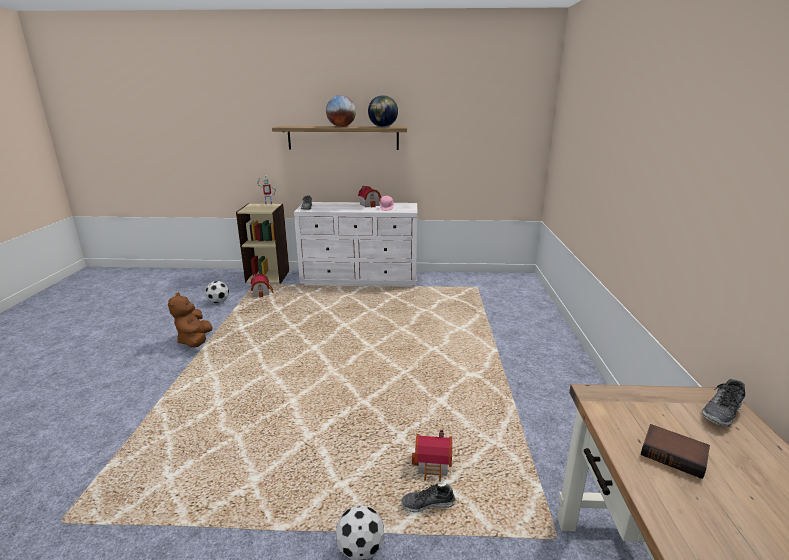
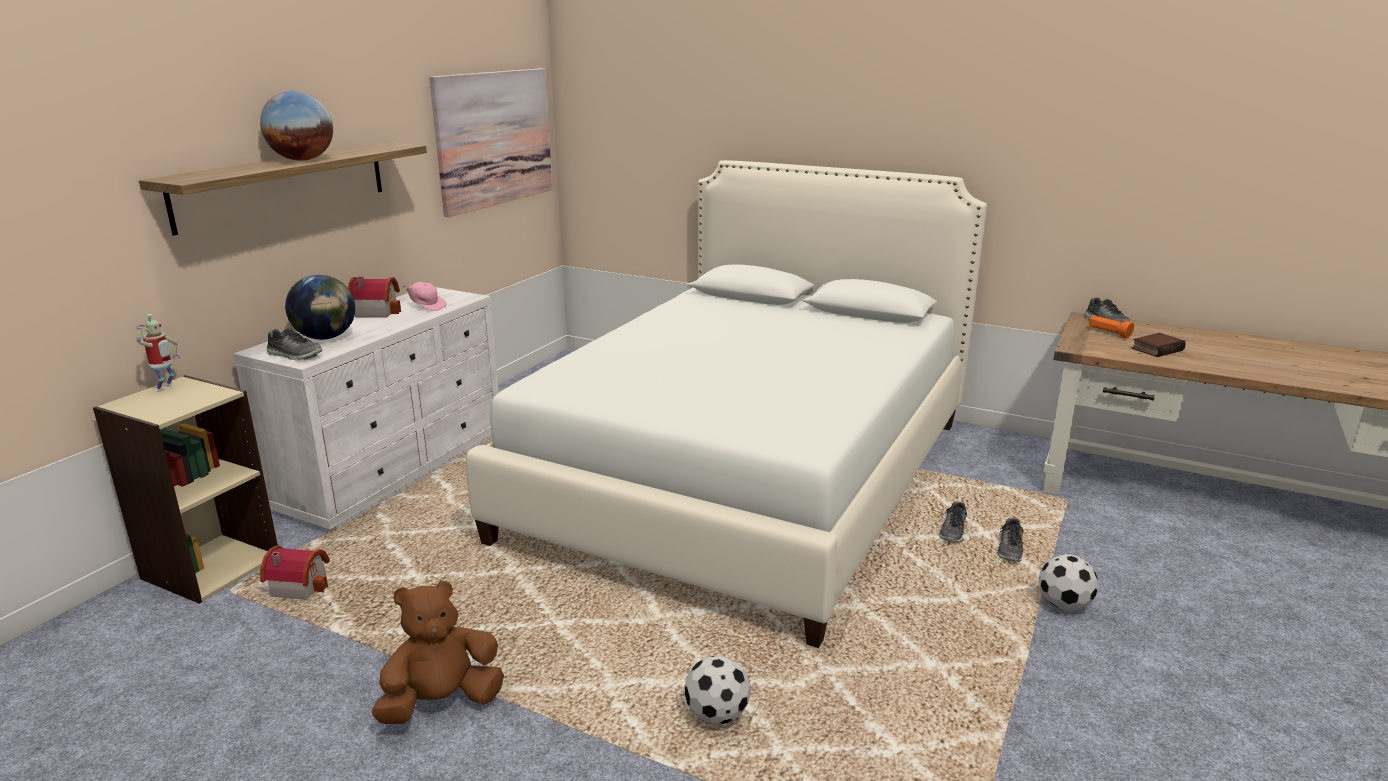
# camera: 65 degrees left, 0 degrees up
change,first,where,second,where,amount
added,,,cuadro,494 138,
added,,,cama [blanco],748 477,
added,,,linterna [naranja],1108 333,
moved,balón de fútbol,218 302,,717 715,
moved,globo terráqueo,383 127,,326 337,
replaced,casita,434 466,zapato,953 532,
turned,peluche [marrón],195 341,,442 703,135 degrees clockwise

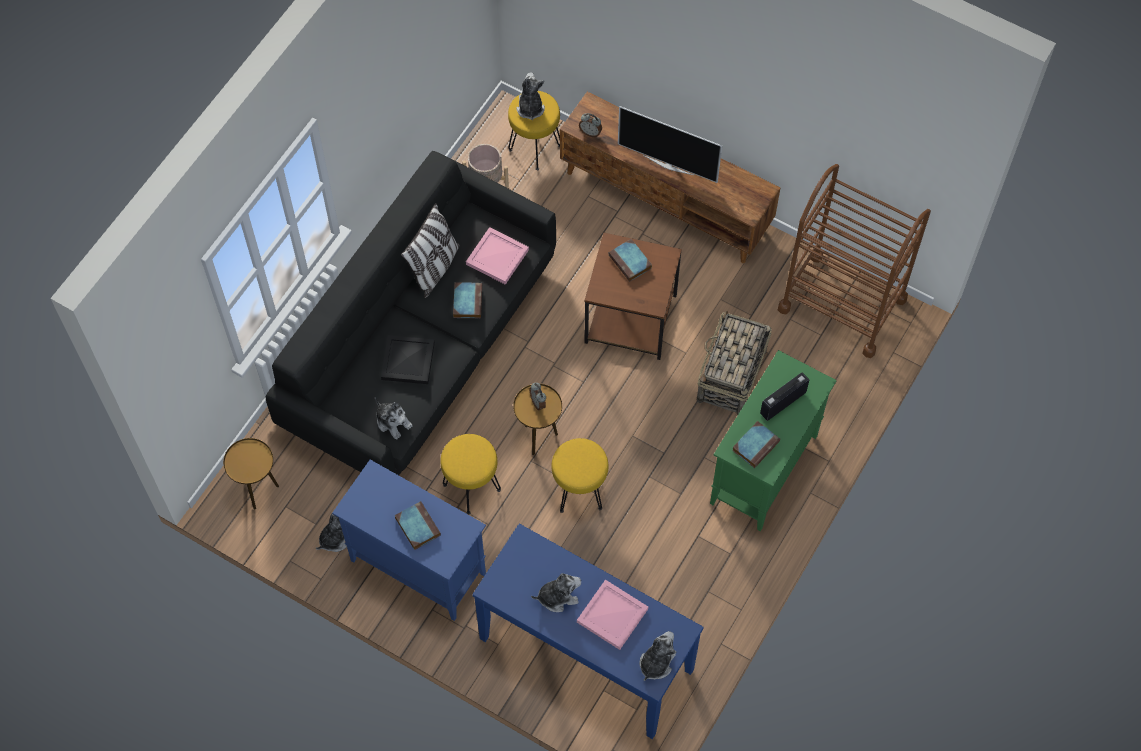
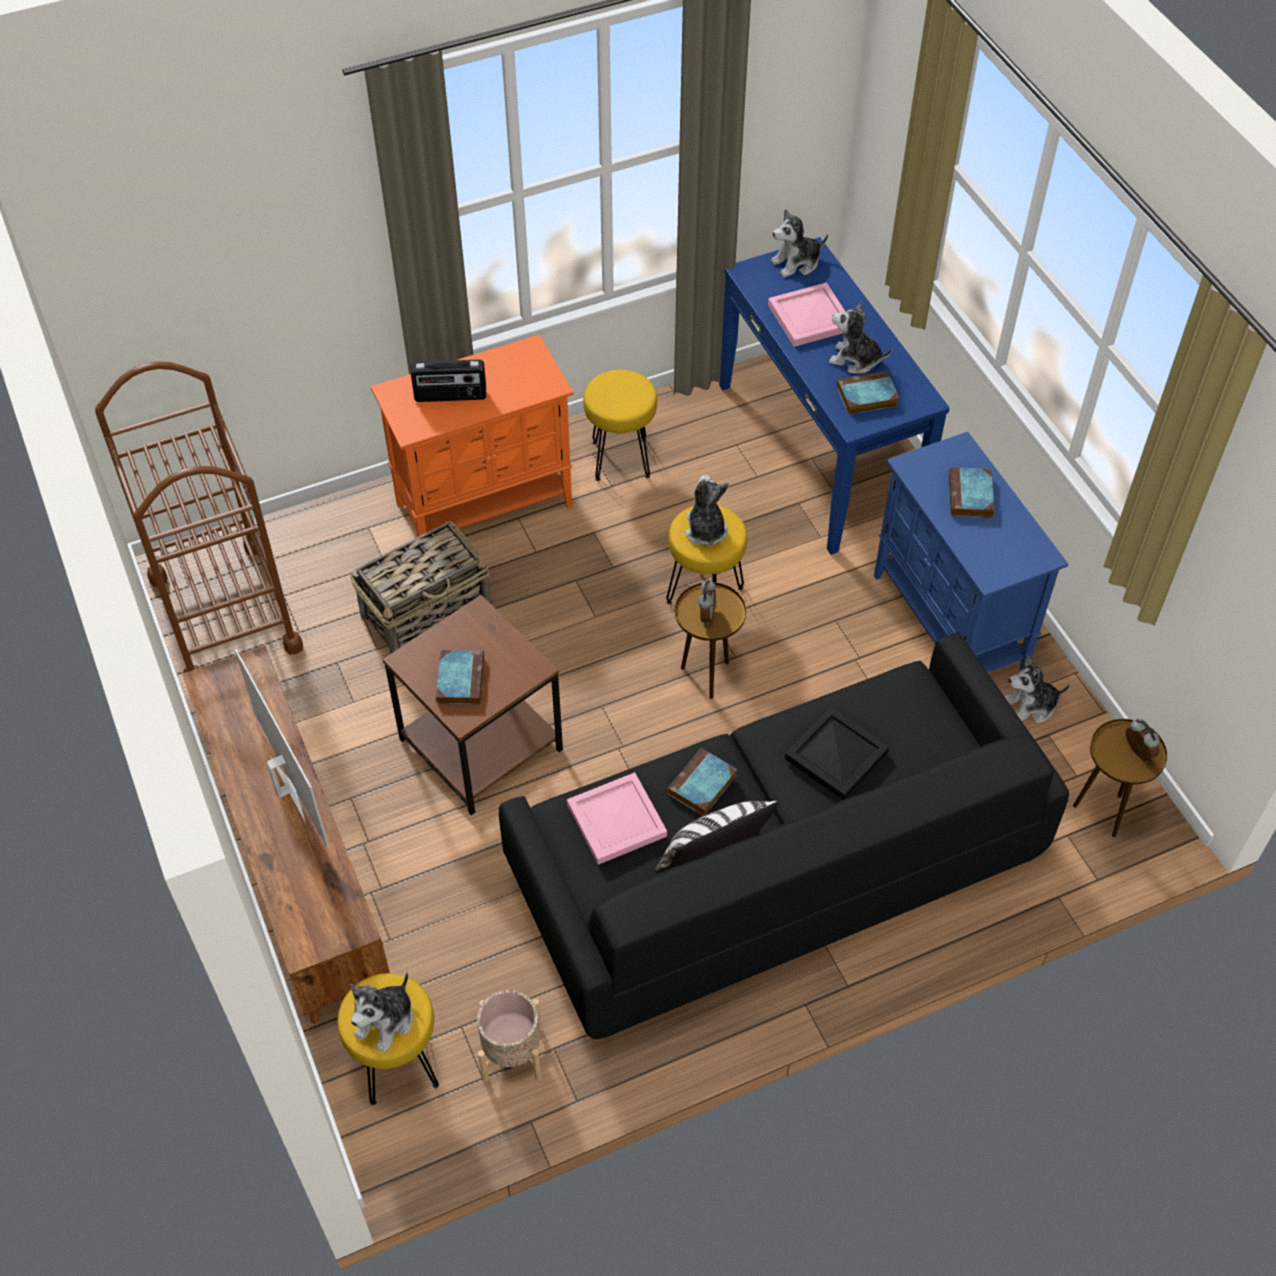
# camera: 145 degrees left, 10 degrees down
change,first,where,second,where,amount
moved,peluche,393 421,,705 530,
moved,taburete [amarillo],471 488,,621 459,
moved,despertador,590 132,,1136 753,
moved,libro,756 445,,866 397,
recoloured,armario [verde],763 471,armario [naranja],485 504,

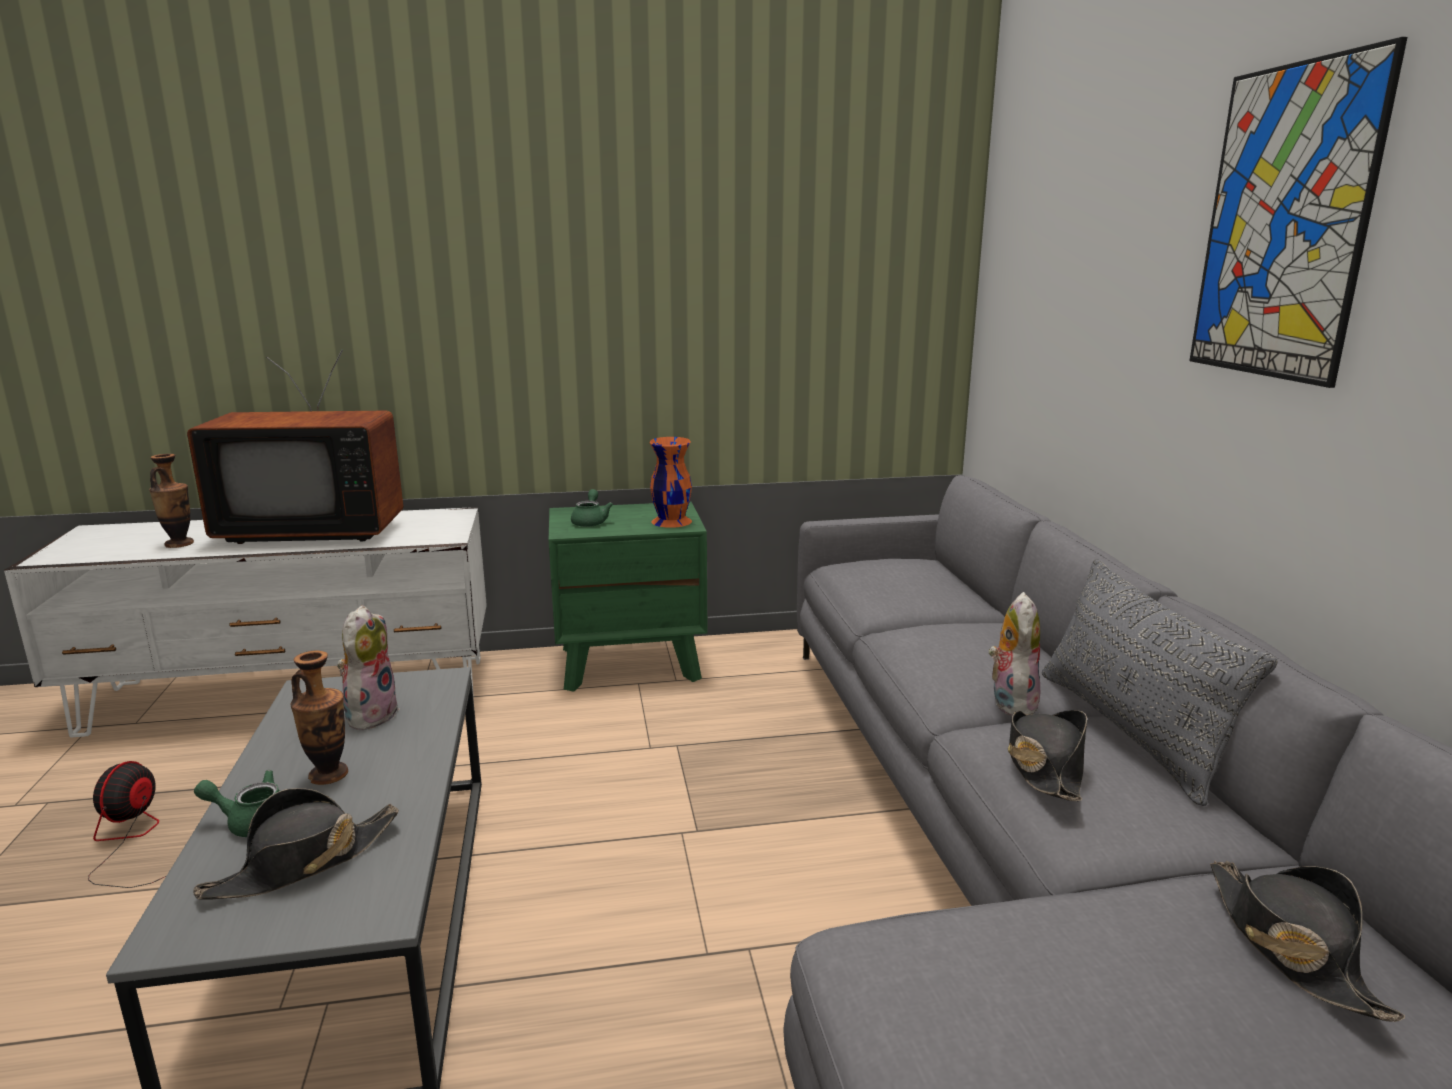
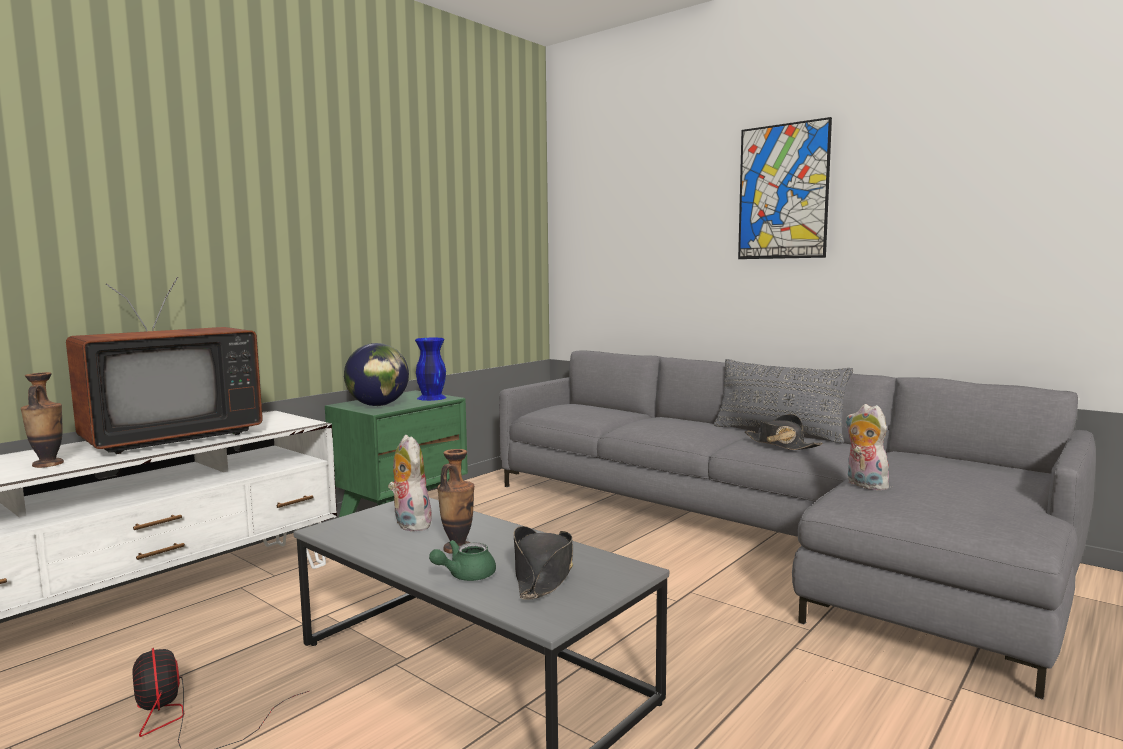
# camera: 40 degrees left, 10 degrees down
change,first,where,second,where,amount
removed,sombrero [negro],1290 946,,,
moved,peluche,1010 702,,863 485,
replaced,tetera [verde],590 521,globo terráqueo,378 405,
recoloured,florero [naranja],671 521,florero [azul],431 398,

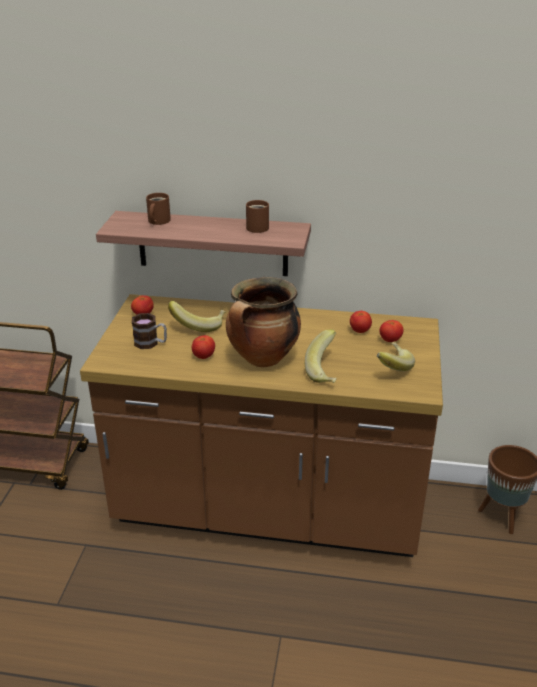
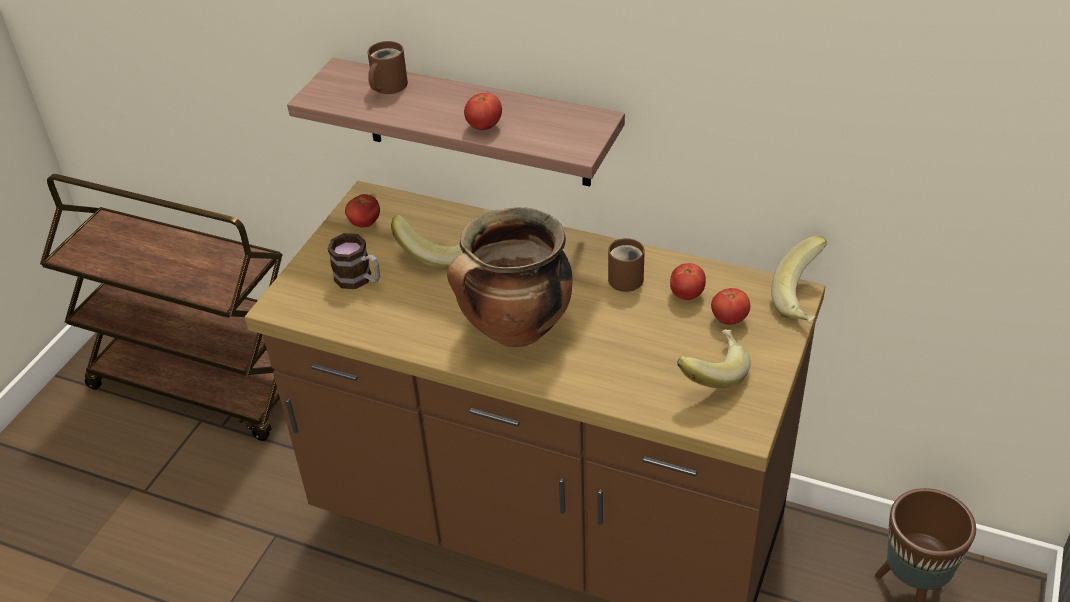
# camera: 15 degrees right, 10 degrees up
change,first,where,second,where,amount
moved,tomate,203 356,,484 126,
moved,taza grande [marrón],257 227,,625 277,
moved,plátano,326 371,,804 300,

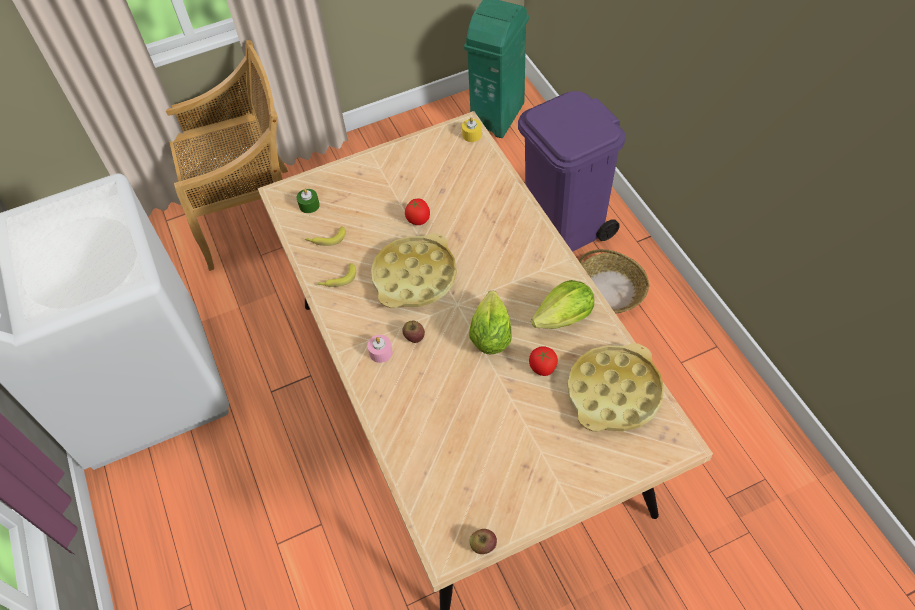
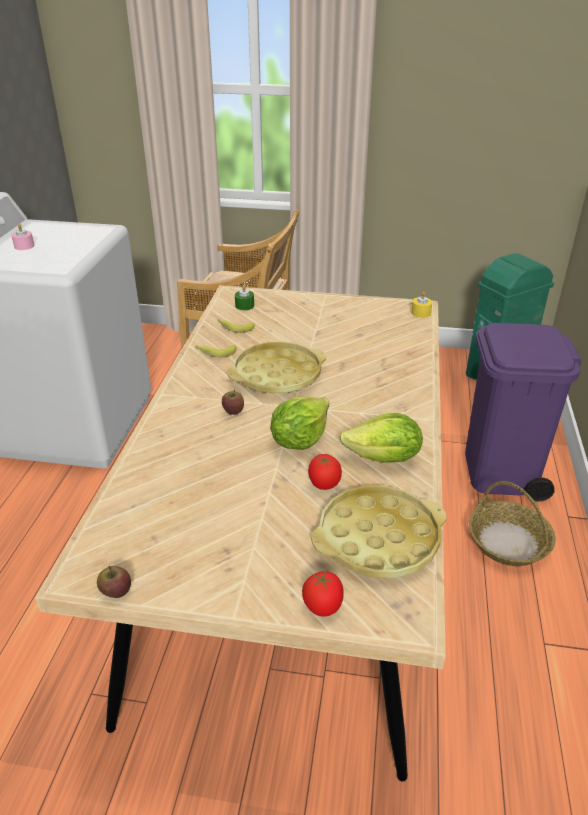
# camera: 30 degrees right, 20 degrees down
change,first,where,second,where,amount
moved,vela [rosa],380 352,,24 246,
moved,tomate,418 219,,323 606,

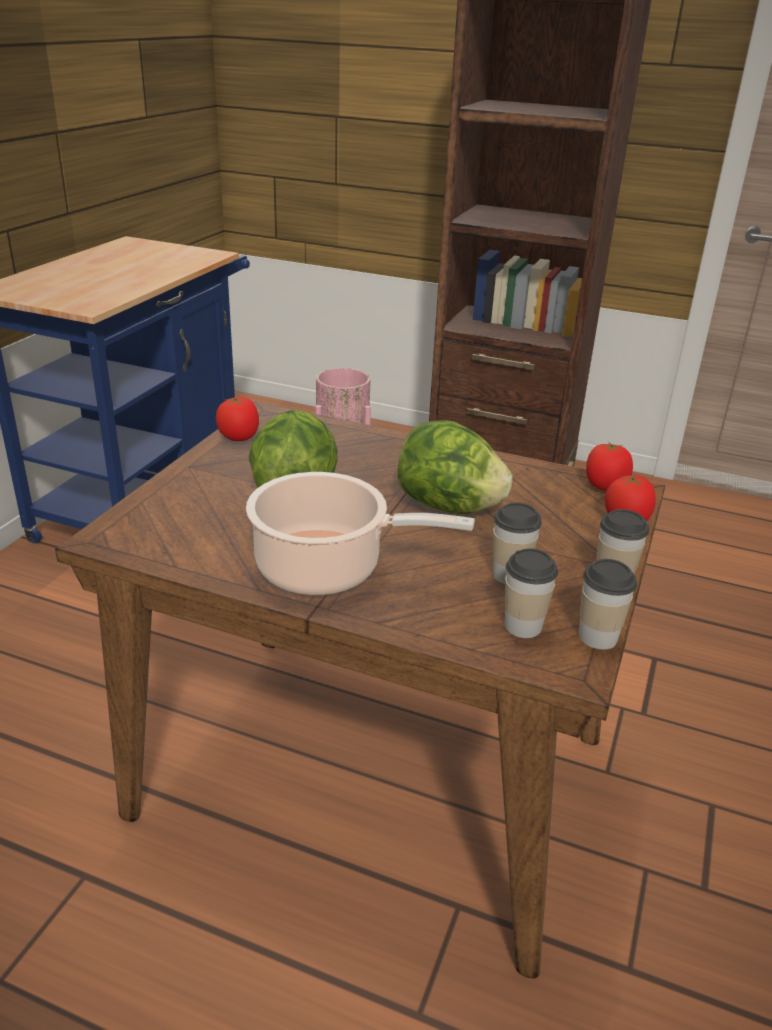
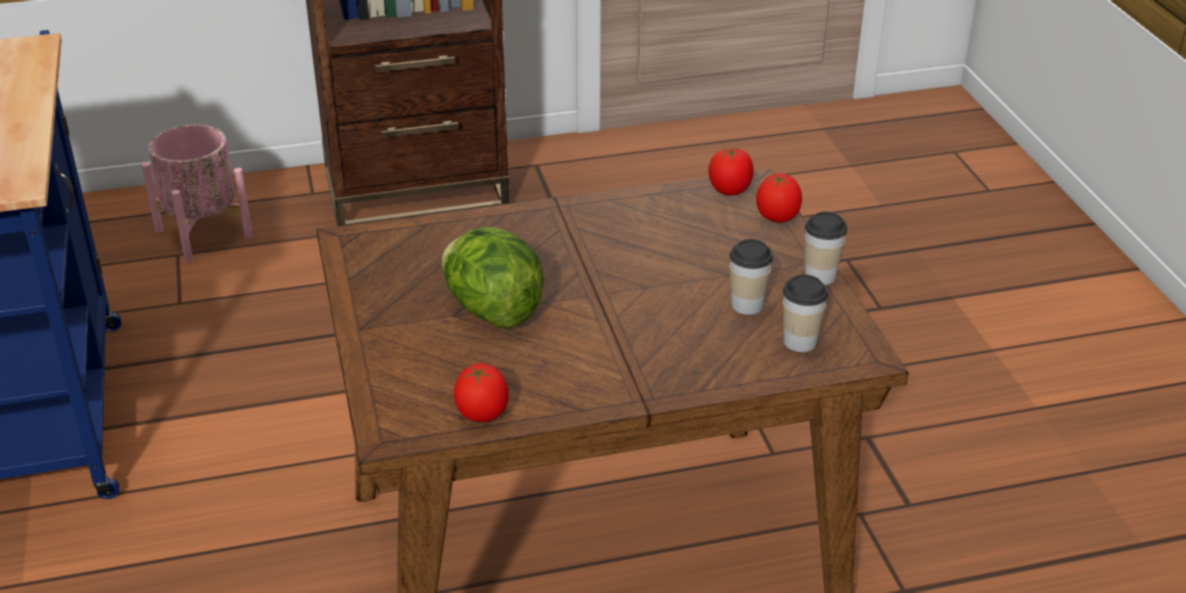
# camera: 35 degrees left, 5 degrees up
change,first,where,second,where,amount
removed,olla,327 568,,,
removed,lechuga,448 507,,,
removed,taza,598 637,,,
moved,tomate,239 437,,482 413,

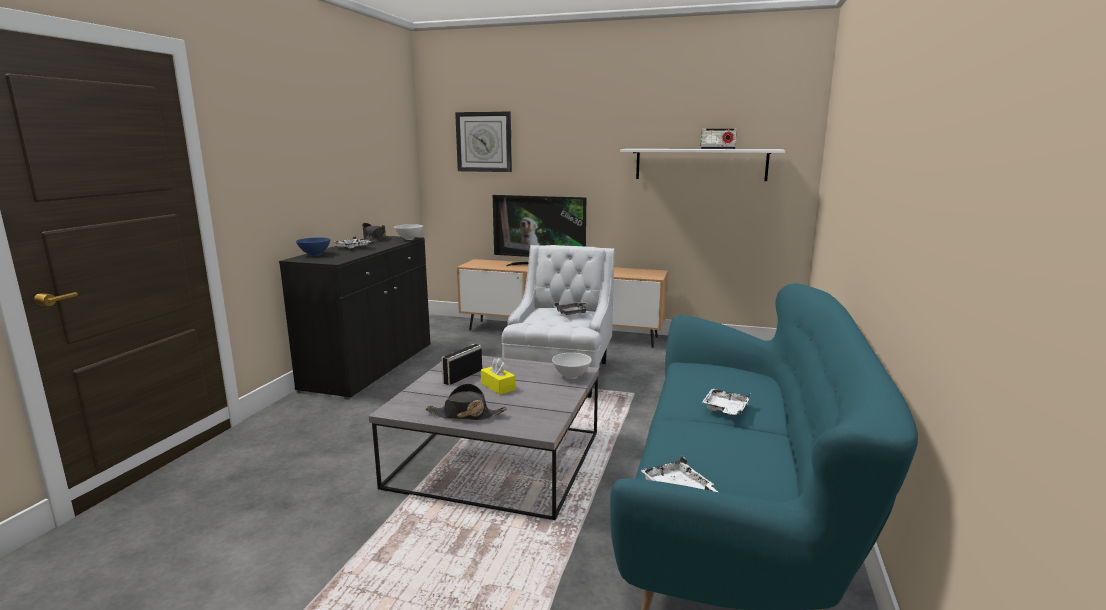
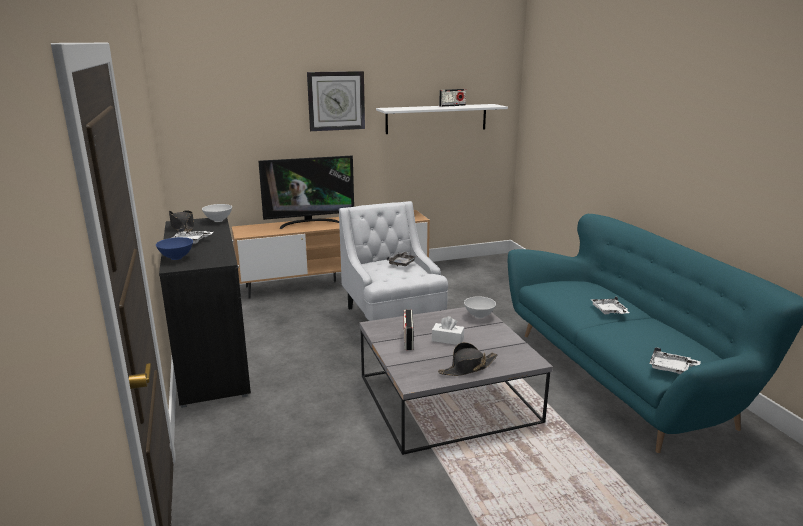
# camera: 35 degrees left, 5 degrees up
change,first,where,second,where,amount
moved,reloj de pared,484 142,,336 101,
recoloured,caja de pañuelos [amarillo],498 386,caja de pañuelos [blanco],447 339,

